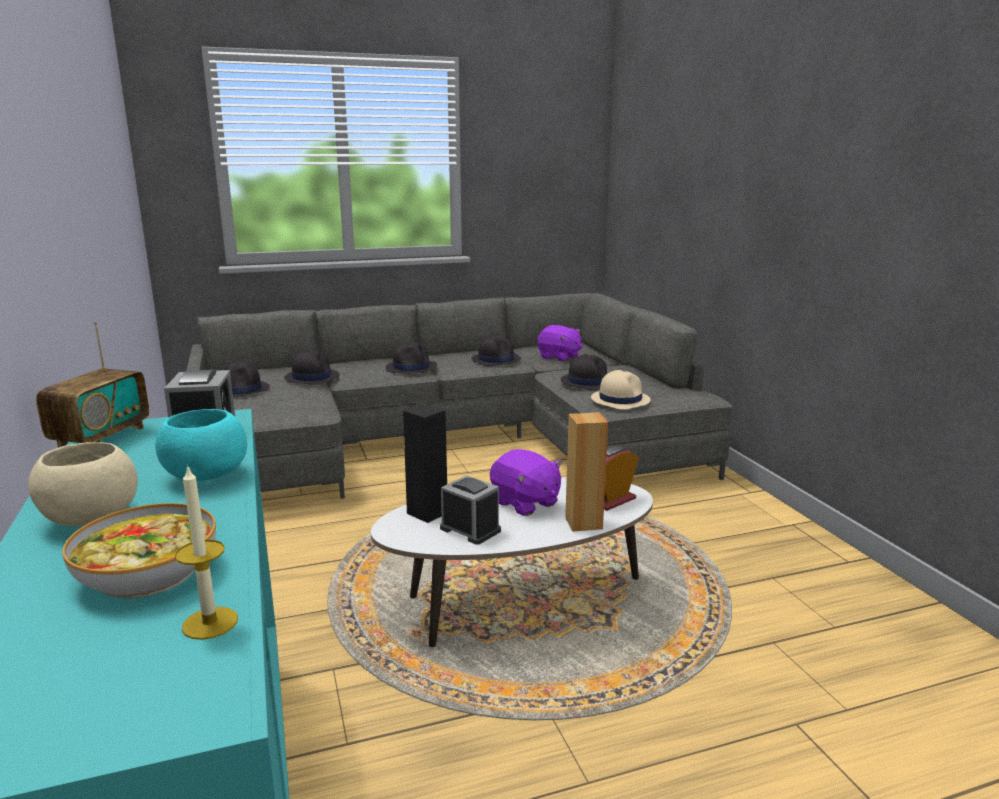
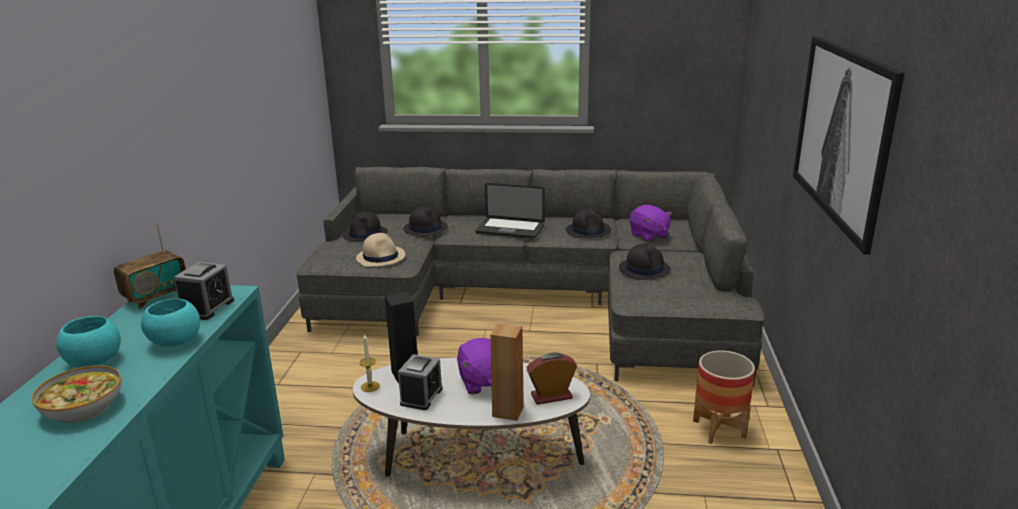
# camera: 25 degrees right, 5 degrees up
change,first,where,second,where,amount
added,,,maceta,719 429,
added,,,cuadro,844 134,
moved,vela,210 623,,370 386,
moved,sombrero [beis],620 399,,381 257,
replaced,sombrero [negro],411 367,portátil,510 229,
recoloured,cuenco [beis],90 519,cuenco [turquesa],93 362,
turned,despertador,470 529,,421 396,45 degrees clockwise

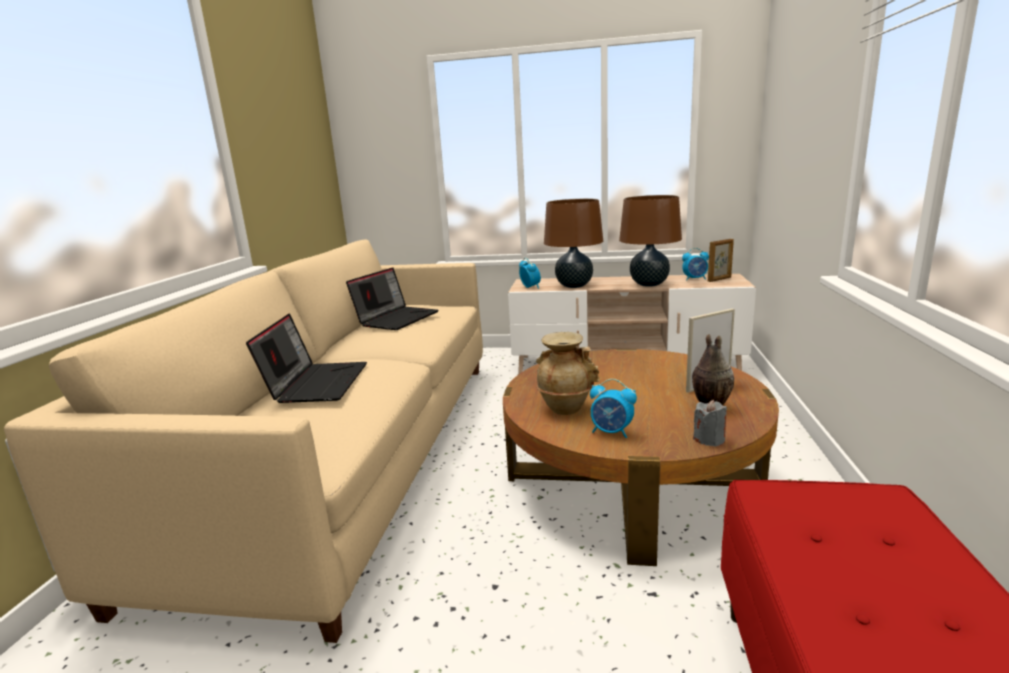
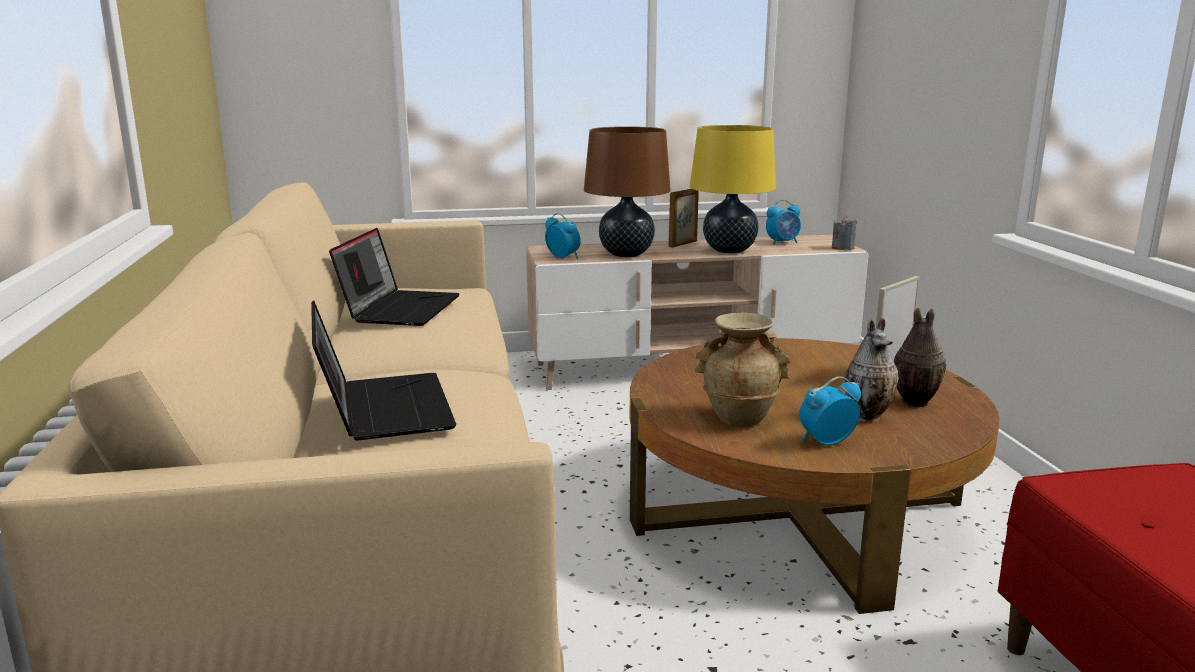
# camera: 20 degrees left, 0 degrees up
change,first,where,second,where,amount
added,,,florero,868 416,
moved,vela [gris],709 439,,843 248,
moved,portarretratos,719 279,,683 244,
recoloured,lámpara de mesa [marrón],649 284,lámpara de mesa [amarillo],729 250,
turned,despertador,611 432,,825 442,150 degrees clockwise

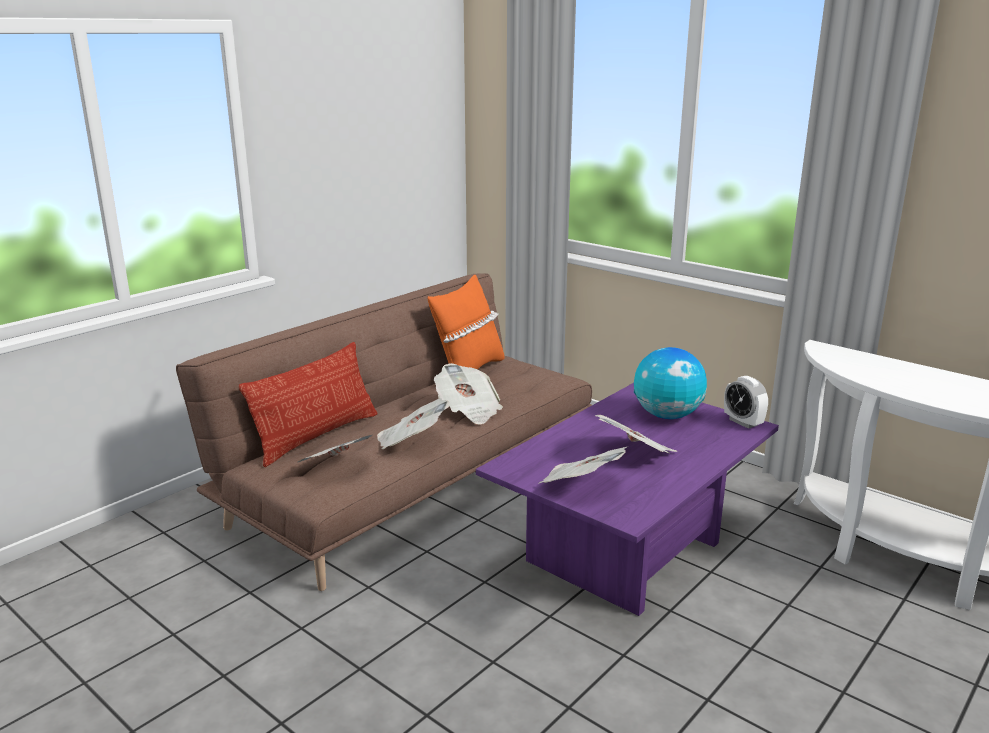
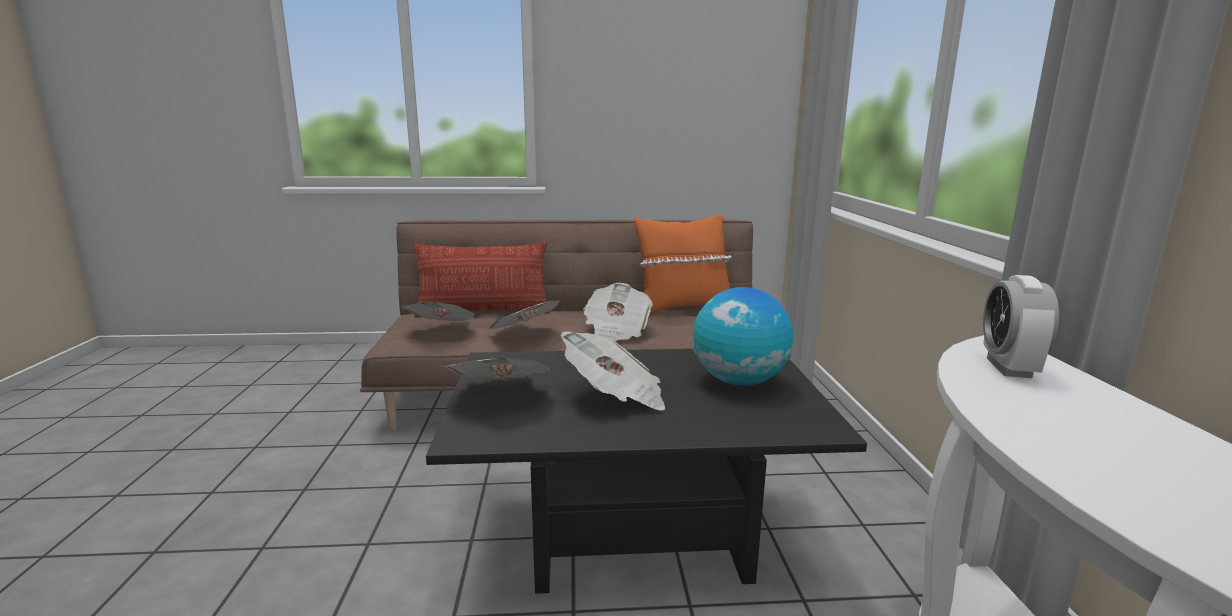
# camera: 45 degrees right, 5 degrees down
change,first,where,second,where,amount
moved,despertador,743 422,,1008 367,
recoloured,mesa de centro [morado],627 555,mesa de centro [negro],634 534,

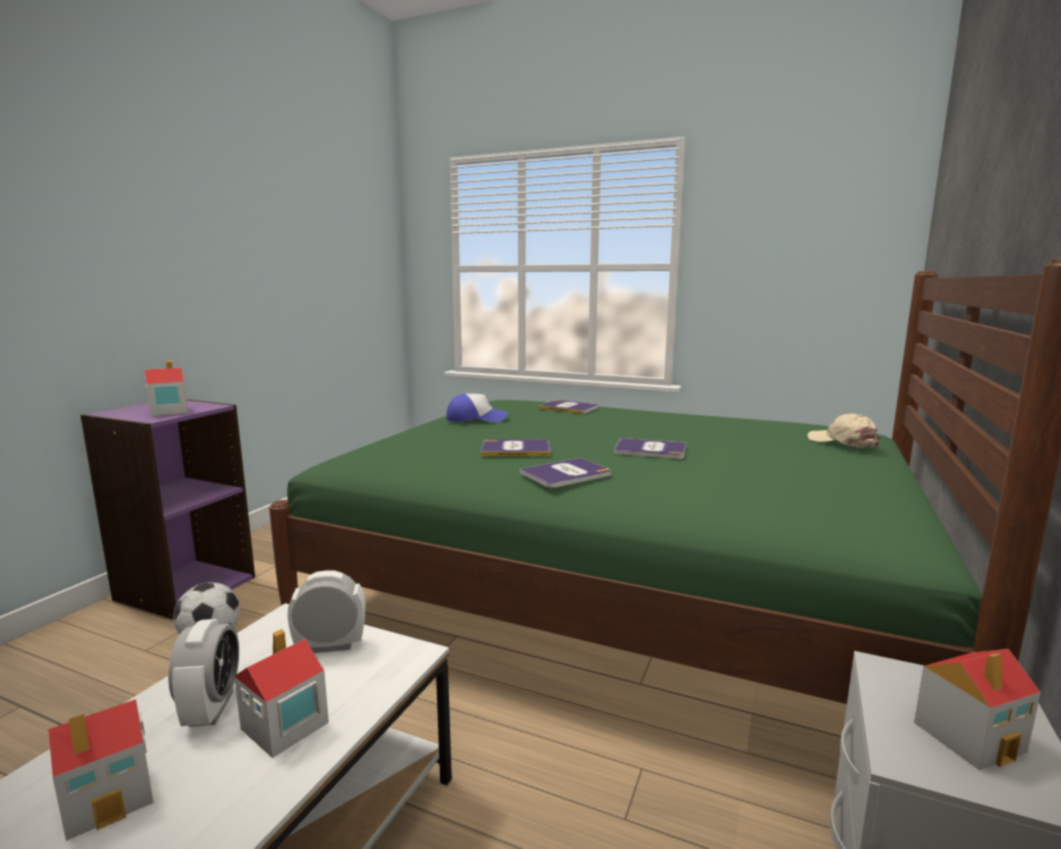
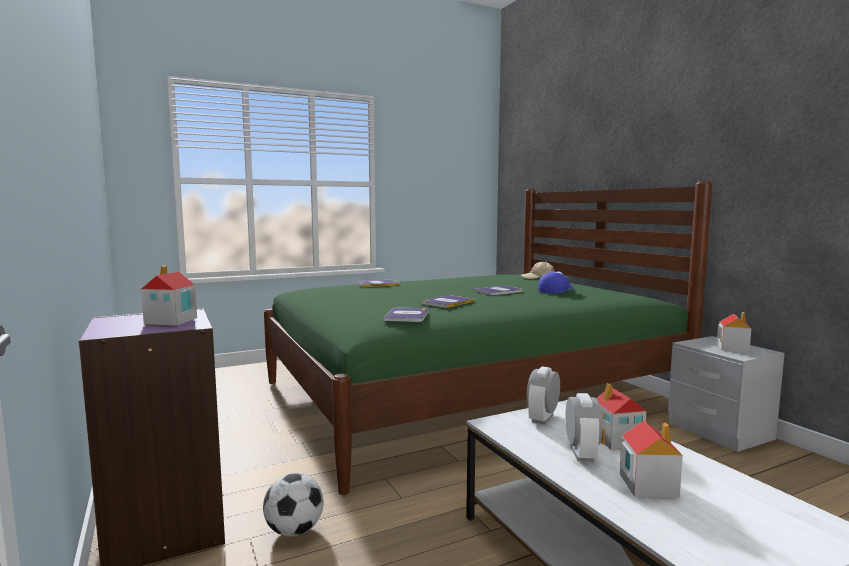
# camera: 50 degrees left, 5 degrees down
change,first,where,second,where,amount
moved,gorra,476 419,,556 290,
moved,libro,566 474,,407 316,
turned,despertador,211 708,,581 453,60 degrees clockwise

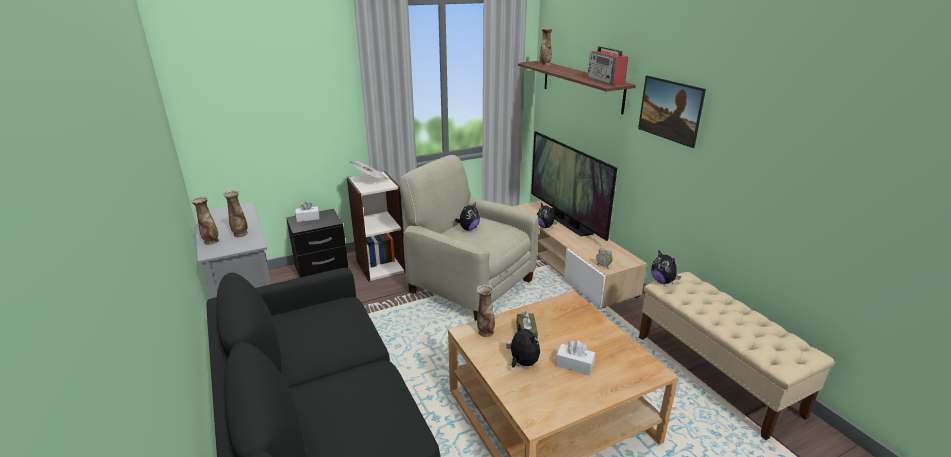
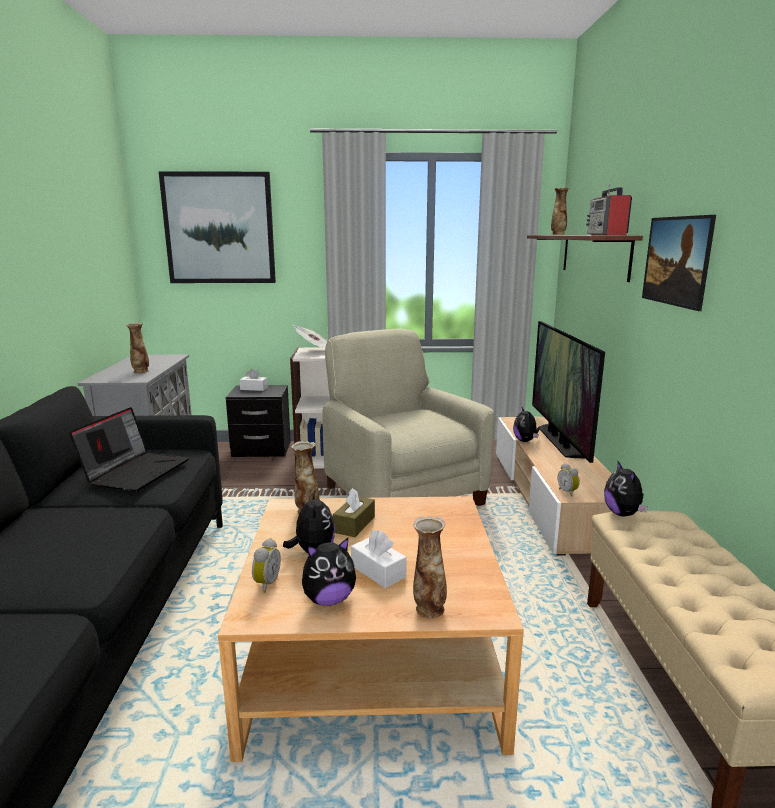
# camera: 25 degrees right, 10 degrees down
change,first,where,second,where,amount
added,,,portátil,136 471,
added,,,cuadro,219 228,
added,,,despertador,265 584,
moved,florero,211 241,,428 609,
moved,peluche,468 229,,329 599,

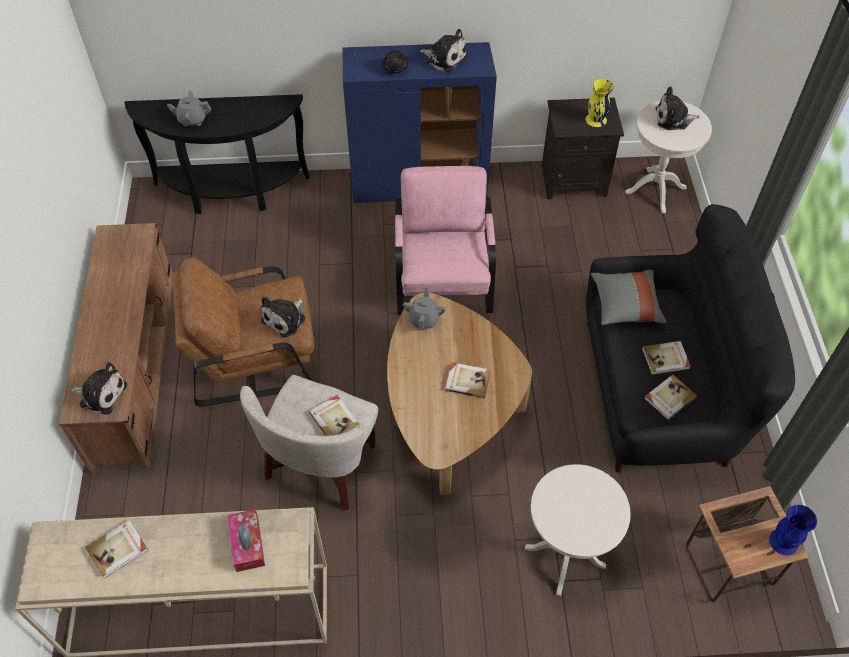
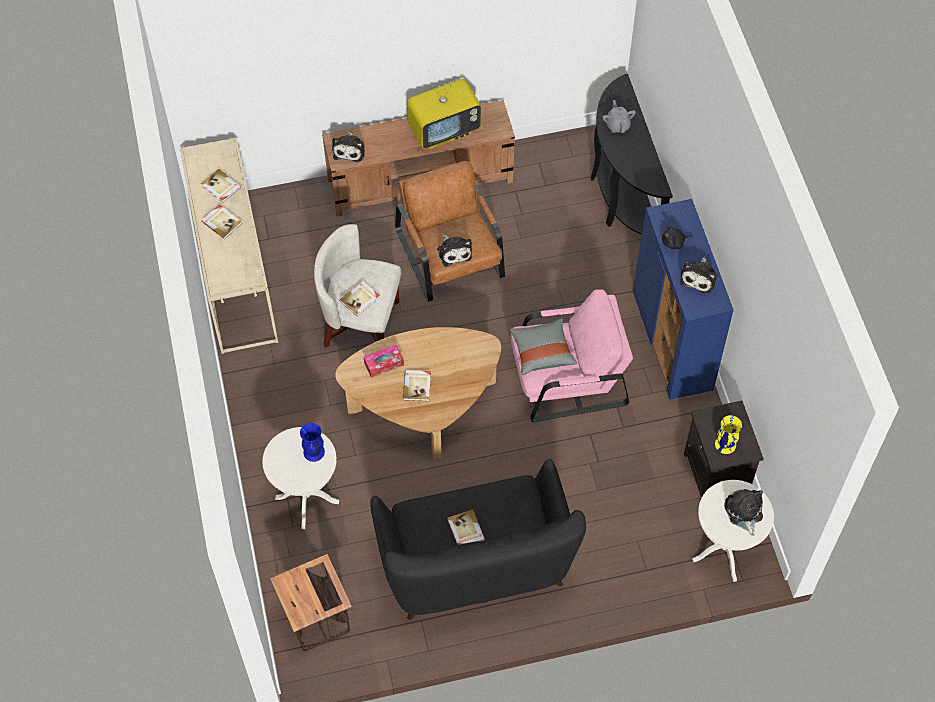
# camera: 80 degrees right, 5 degrees up
change,first,where,second,where,amount
removed,tetera [gris],424 319,,,
added,,,televisor,444 130,
moved,caja de pañuelos,247 543,,384 364,
moved,cojín [gris],625 305,,542 352,
moved,libro,669 398,,222 222,
moved,florero [azul],784 542,,313 452,
turned,peluche,286 318,,453 252,135 degrees counterclockwise

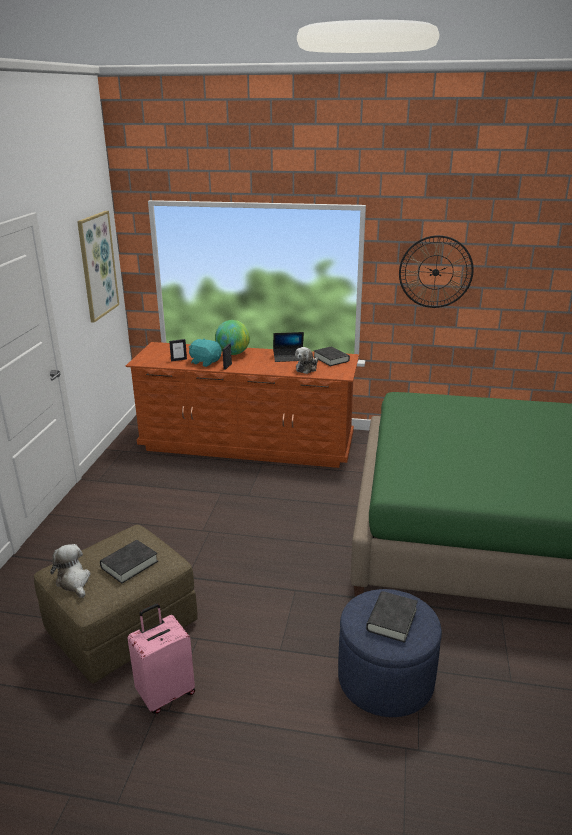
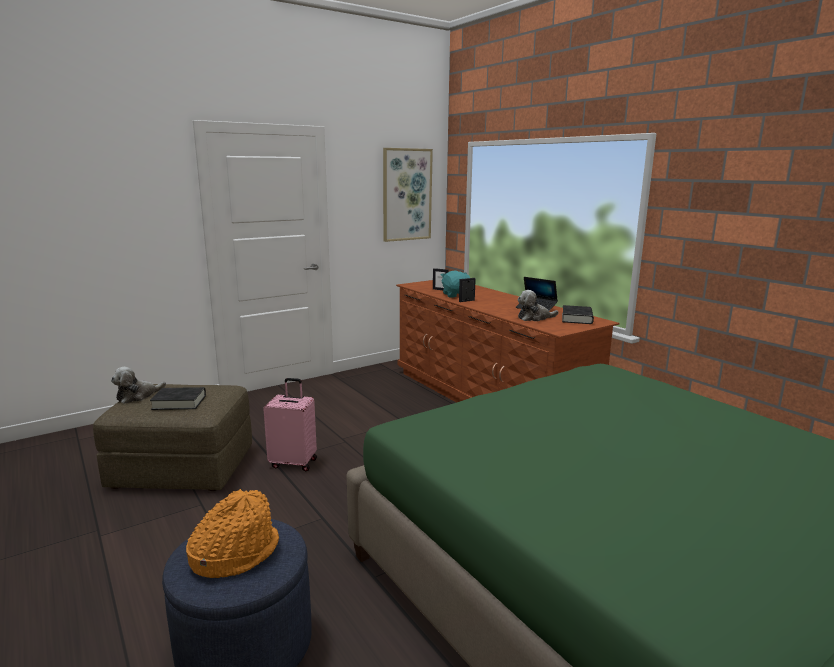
# camera: 45 degrees right, 10 degrees down
change,first,where,second,where,amount
removed,globo terráqueo,233 353,,,
removed,reloj de pared,435 272,,,
moved,maleta [rosa],166 693,,294 462,
replaced,libro [negro],391 620,sombrero [naranja],235 553,
turned,peluche,74 581,,137 396,150 degrees counterclockwise

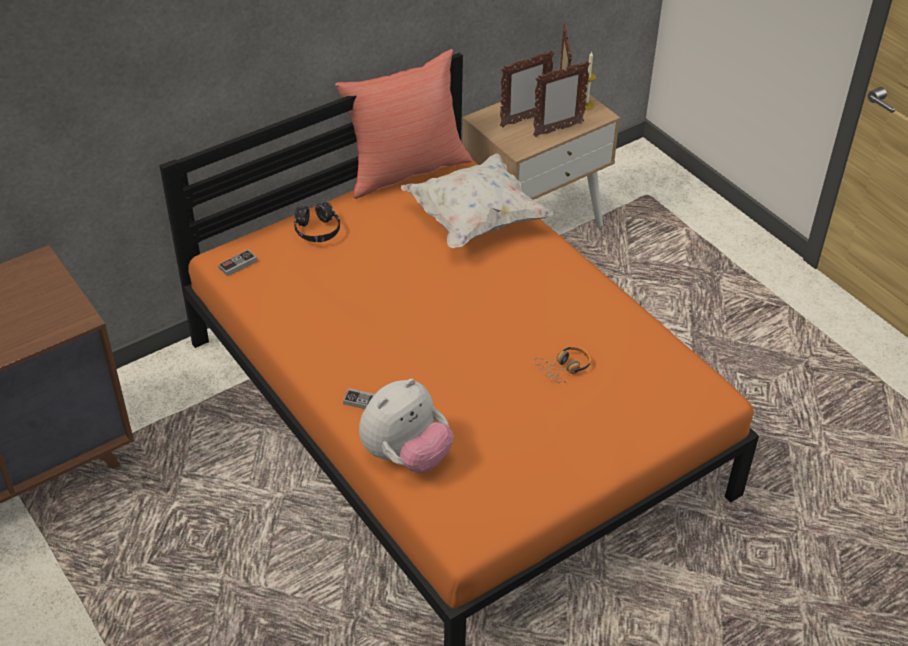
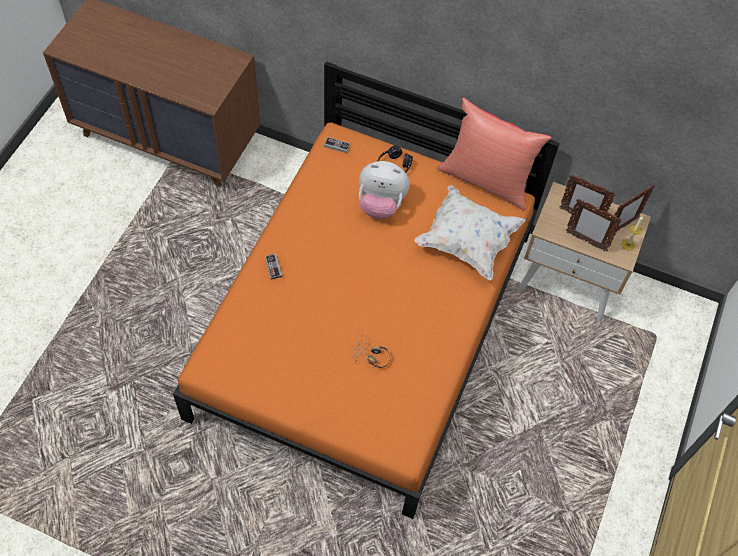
# camera: 55 degrees right, 15 degrees up
change,first,where,second,where,amount
moved,peluche,406 455,,381 204,

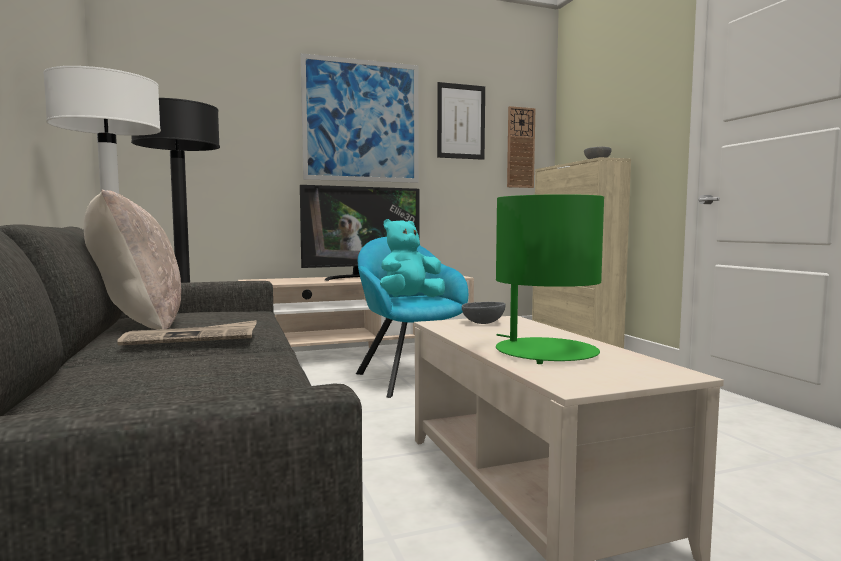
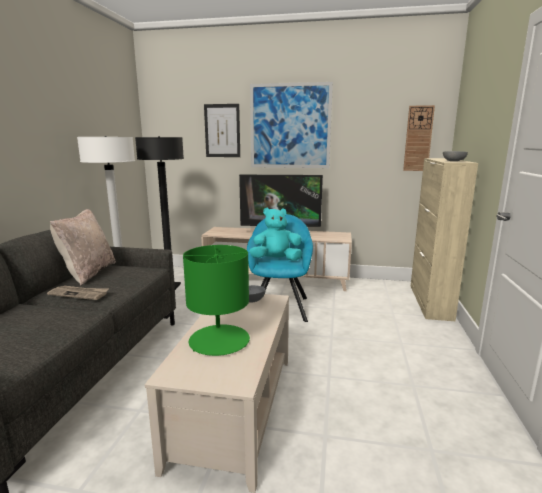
# camera: 30 degrees right, 10 degrees up
change,first,where,second,where,amount
moved,cuadro,461 121,,222 131,

